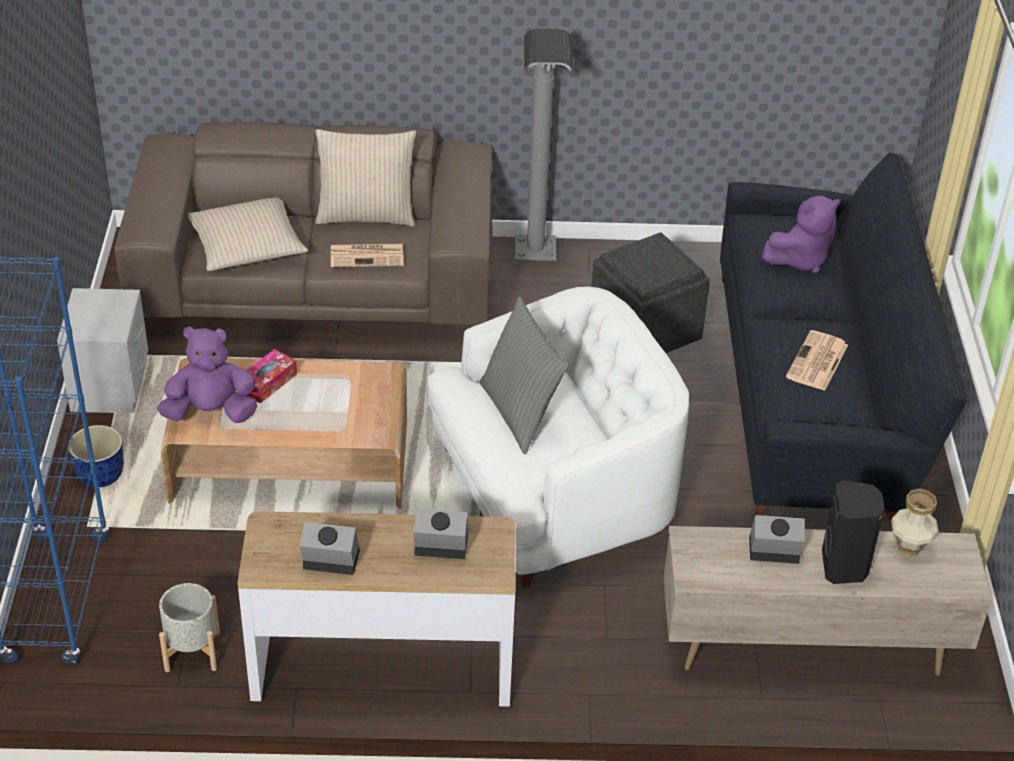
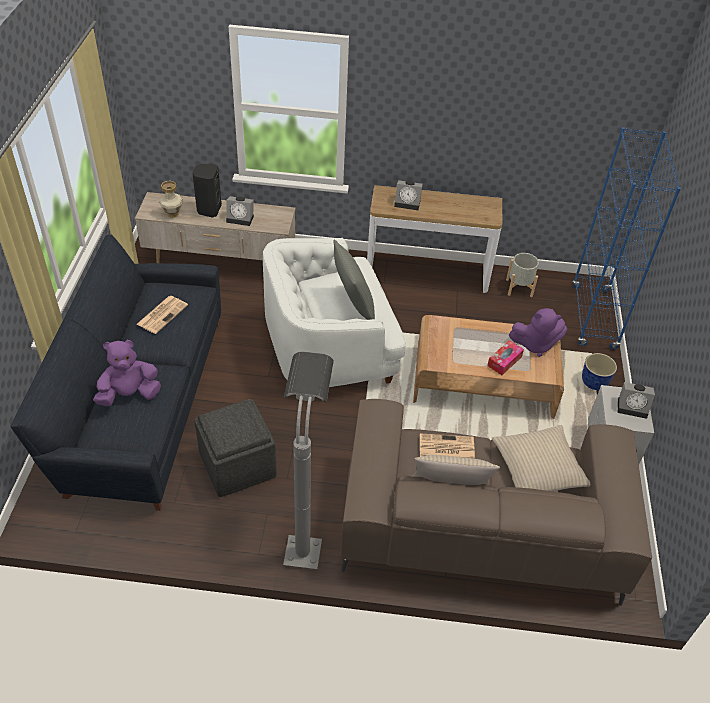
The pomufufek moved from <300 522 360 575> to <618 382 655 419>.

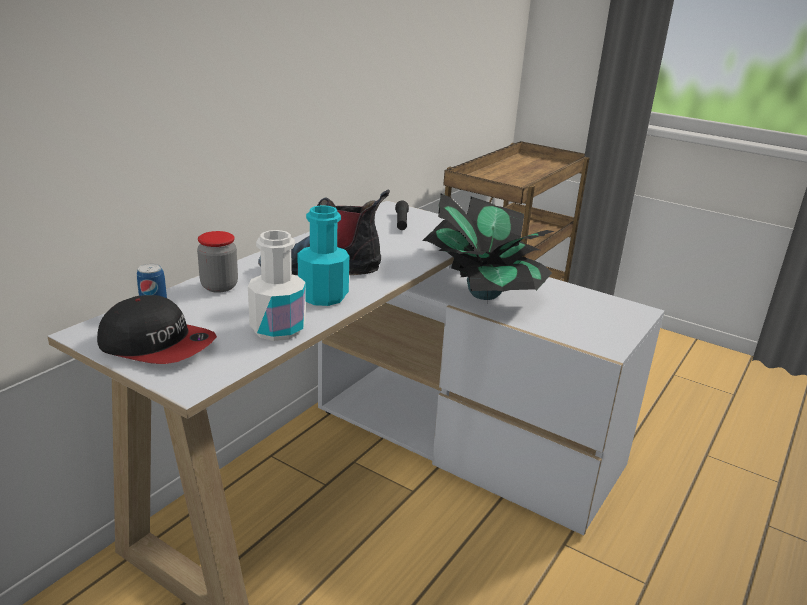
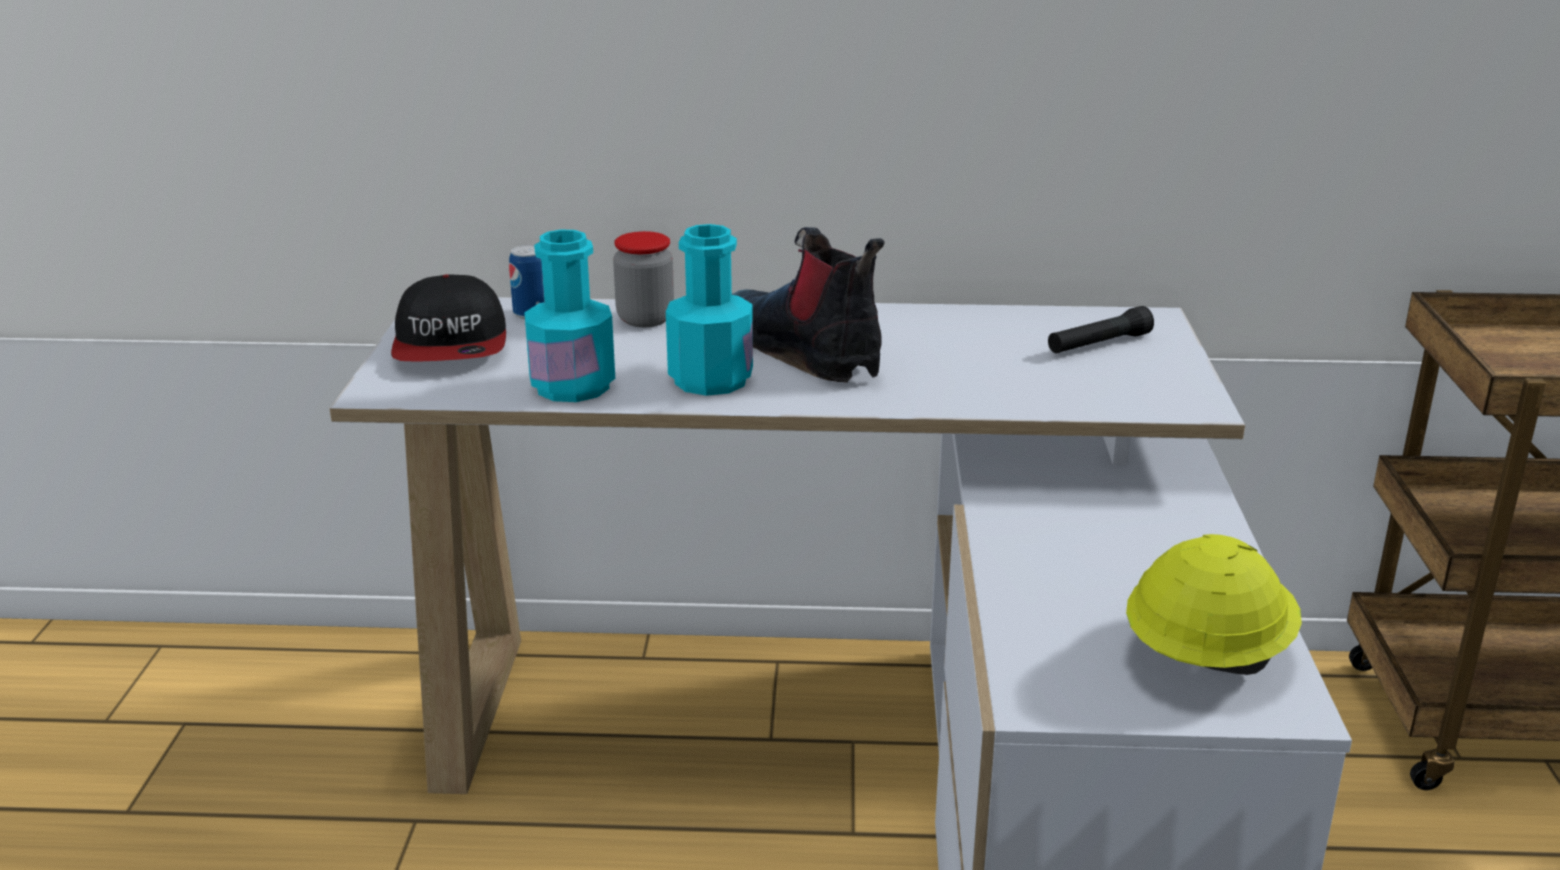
The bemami at <422 194 554 301> disappeared.
The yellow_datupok at <1126 534 1302 675> appeared.
The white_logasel at <248 230 306 341> became the turquoise_logasel at <524 229 615 402>.

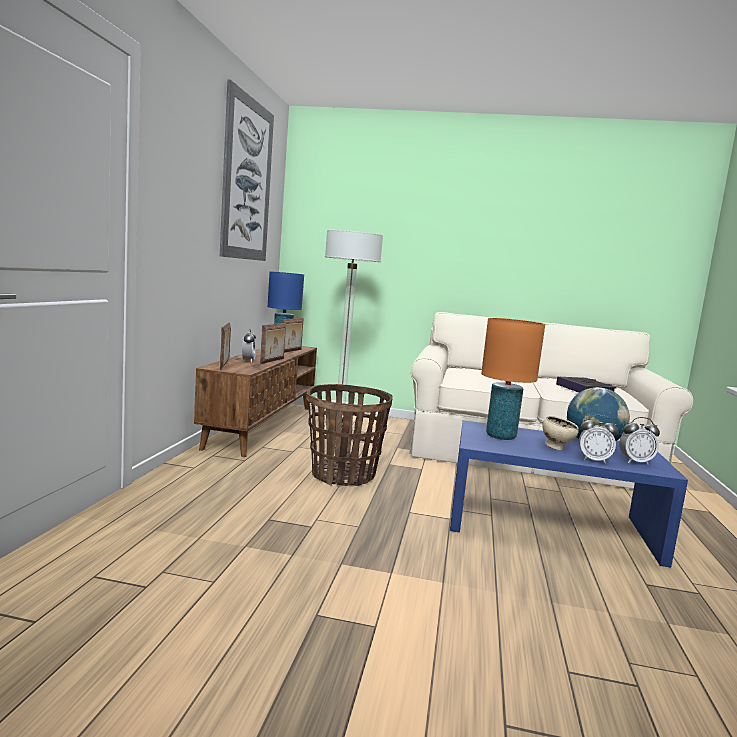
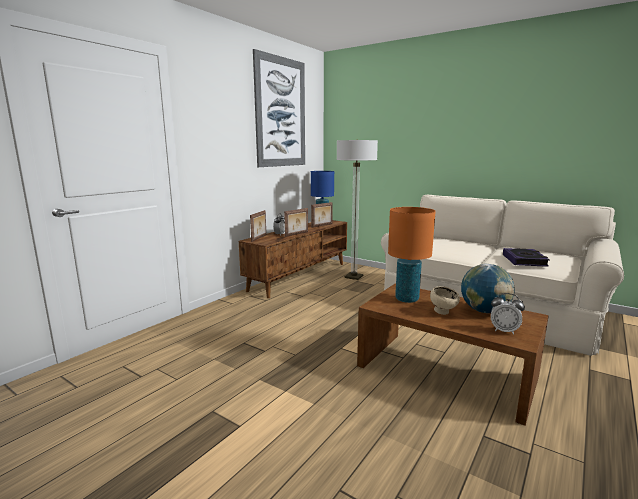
The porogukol at <306 384 393 486> disappeared.
The pomufufek at <579 415 618 464> disappeared.
The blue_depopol at <450 420 688 568> became the brown_depopol at <357 284 549 426>.

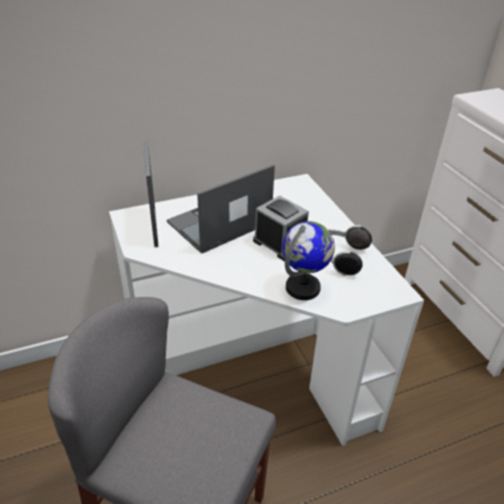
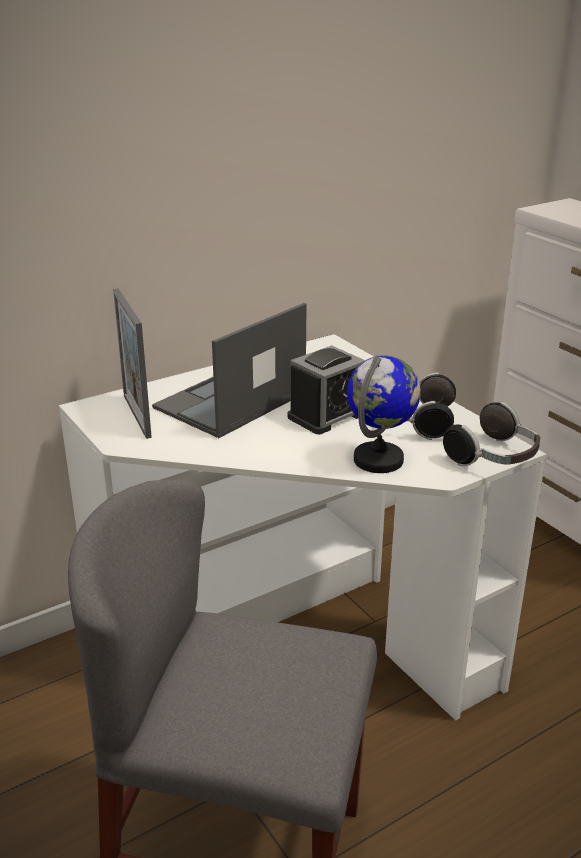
The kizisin at <443 402 540 466> appeared.
The pomufufek at <253 195 309 261> turned 105 degrees clockwise.

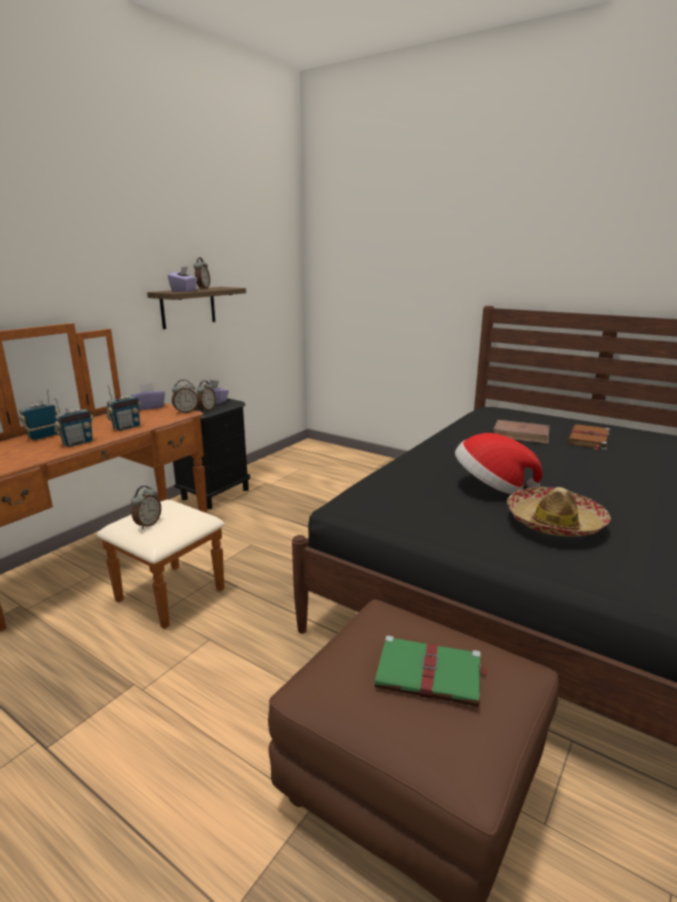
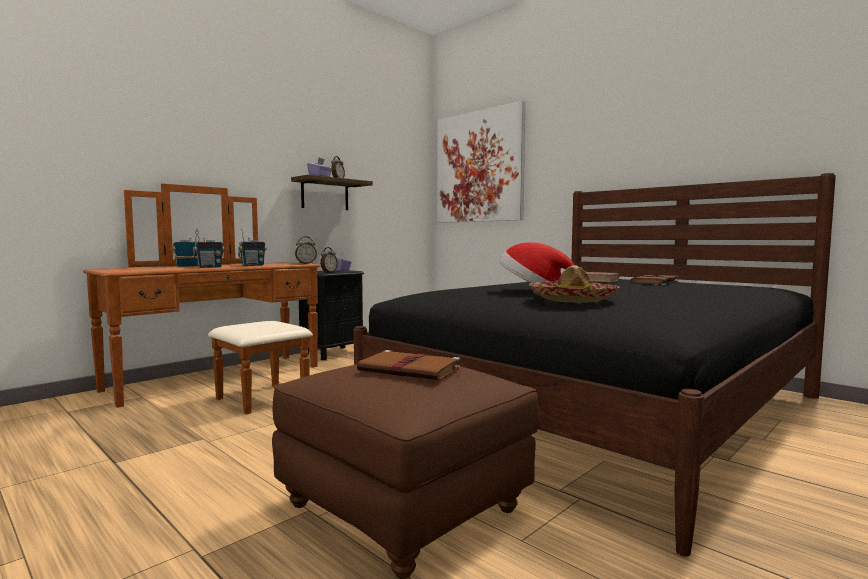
The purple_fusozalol at <131 383 165 410> disappeared.
The pomufufek at <131 486 161 529> disappeared.
The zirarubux at <437 101 525 223> appeared.
The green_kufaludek at <375 635 489 707> became the brown_kufaludek at <357 350 462 380>.

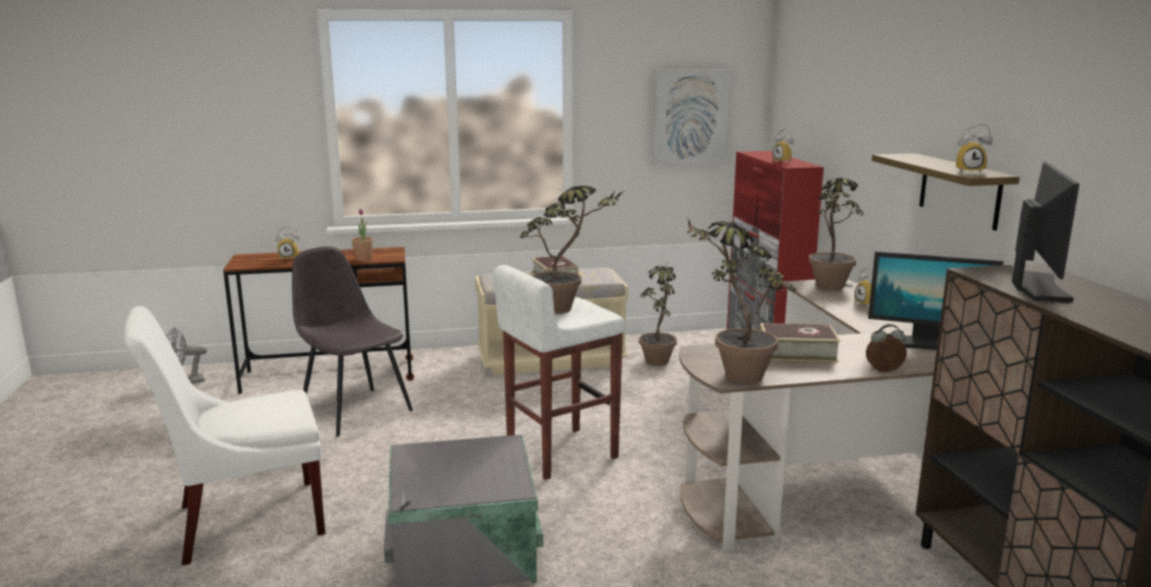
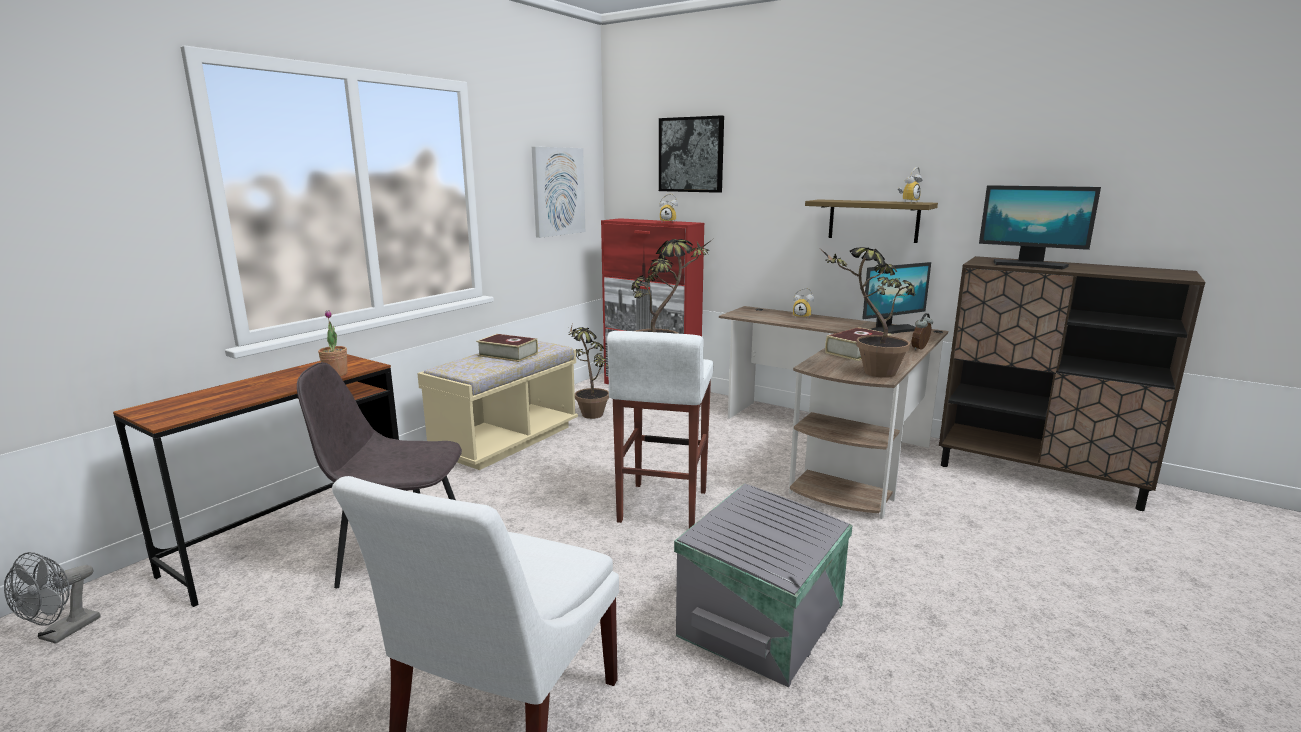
The pomufufek at <276 226 300 261> disappeared.
The bemami at <809 178 864 290> disappeared.
The zirarubux at <659 115 724 193> appeared.
The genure at <1012 162 1079 302> turned 150 degrees clockwise.

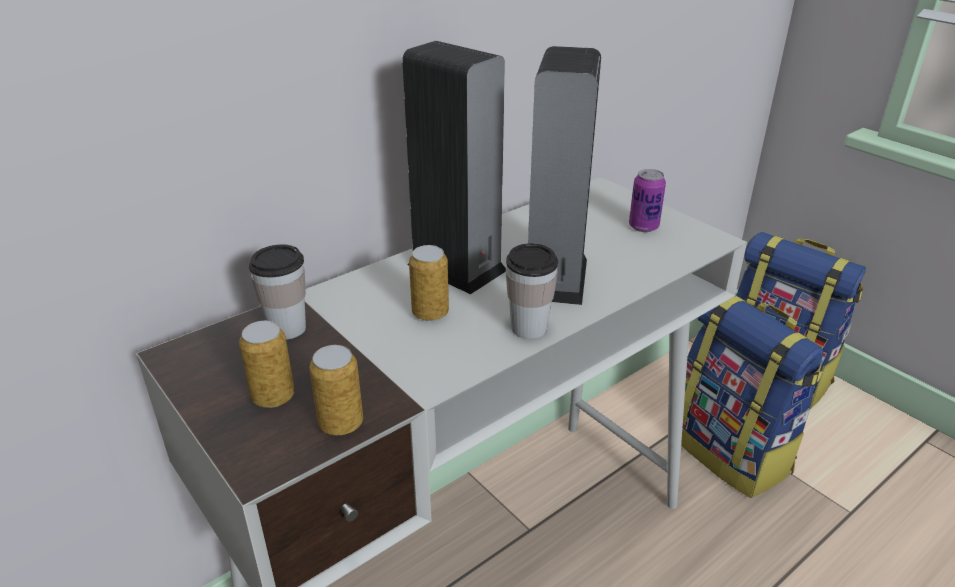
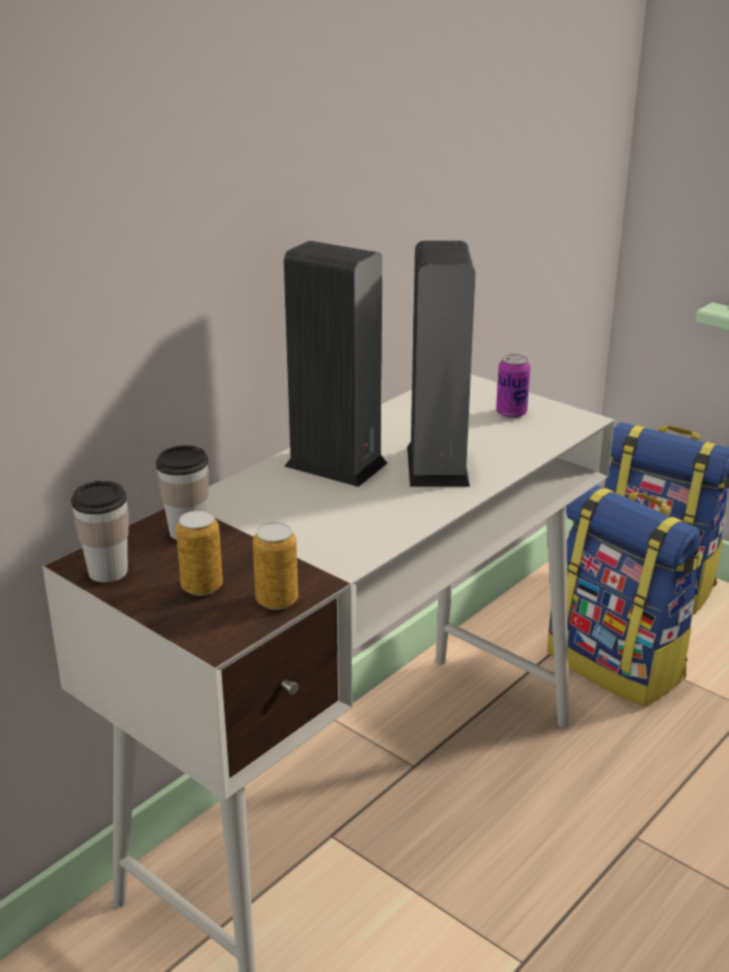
The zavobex at <409 245 449 321> disappeared.
The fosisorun moved from <506 243 558 339> to <71 481 129 582>.

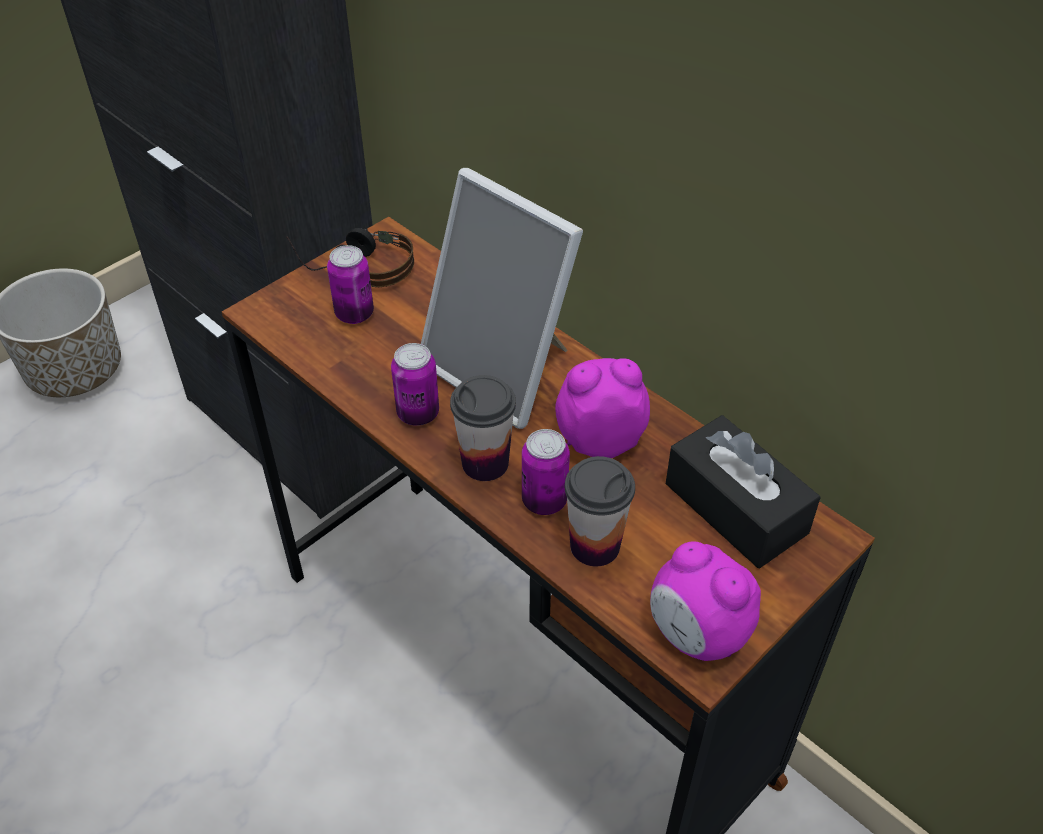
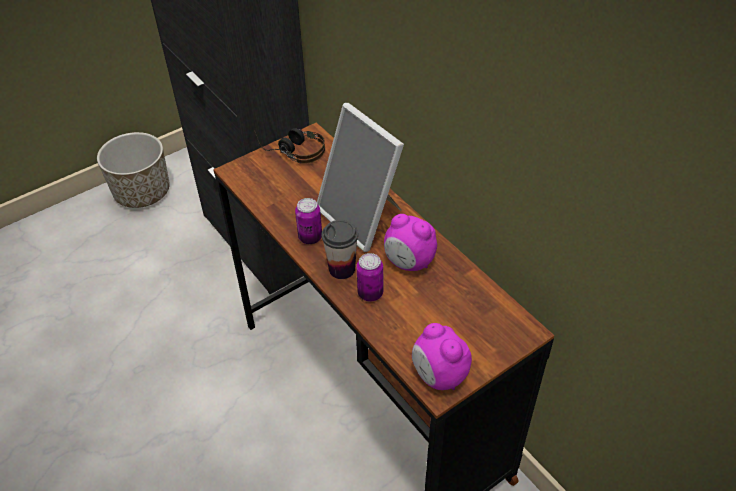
The zavobex at <327 245 374 324> disappeared.
The fosisorun at <565 456 635 567> disappeared.
The black_fusozalol at <666 415 820 568> disappeared.
The pomufufek at <555 358 650 458> turned 150 degrees counterclockwise.

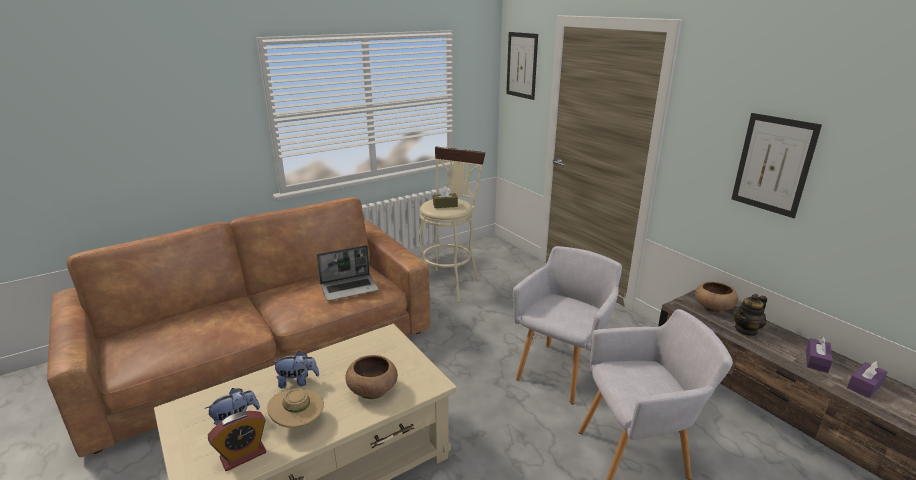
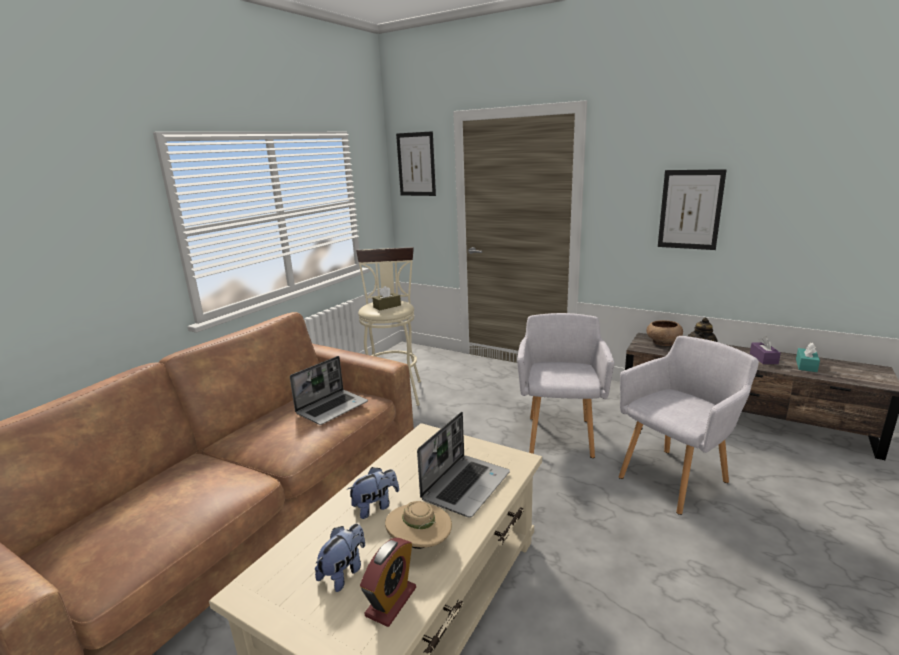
The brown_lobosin at <345 355 398 399> was replaced by the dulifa at <417 412 510 518>.
The purple_fusozalol at <847 361 887 398> became the turquoise_fusozalol at <796 343 820 372>.

